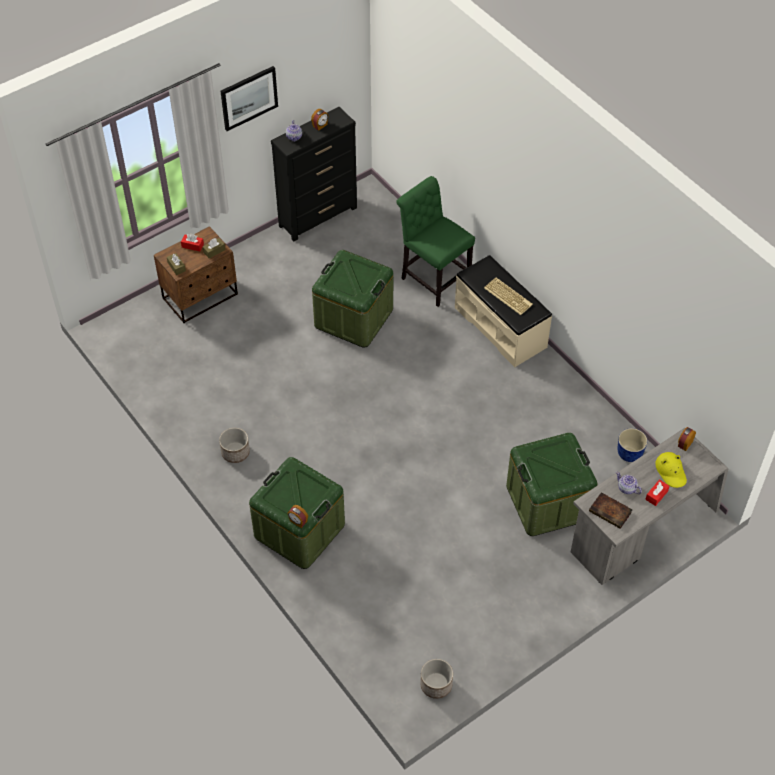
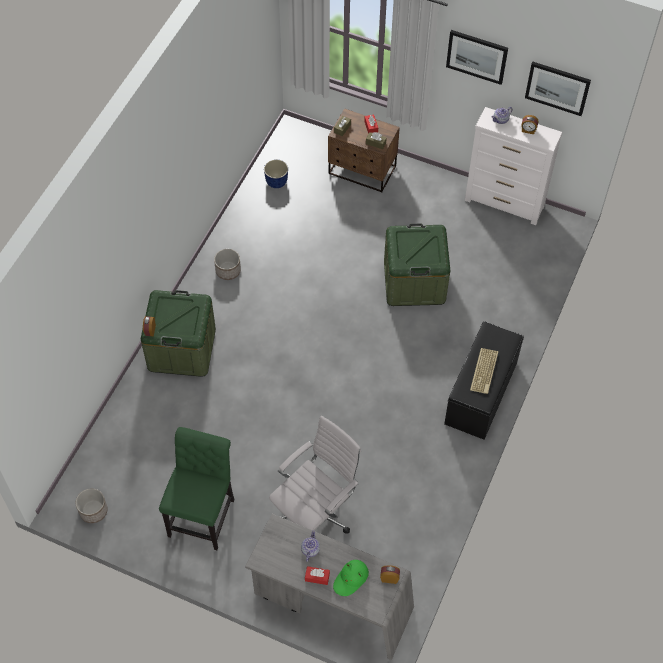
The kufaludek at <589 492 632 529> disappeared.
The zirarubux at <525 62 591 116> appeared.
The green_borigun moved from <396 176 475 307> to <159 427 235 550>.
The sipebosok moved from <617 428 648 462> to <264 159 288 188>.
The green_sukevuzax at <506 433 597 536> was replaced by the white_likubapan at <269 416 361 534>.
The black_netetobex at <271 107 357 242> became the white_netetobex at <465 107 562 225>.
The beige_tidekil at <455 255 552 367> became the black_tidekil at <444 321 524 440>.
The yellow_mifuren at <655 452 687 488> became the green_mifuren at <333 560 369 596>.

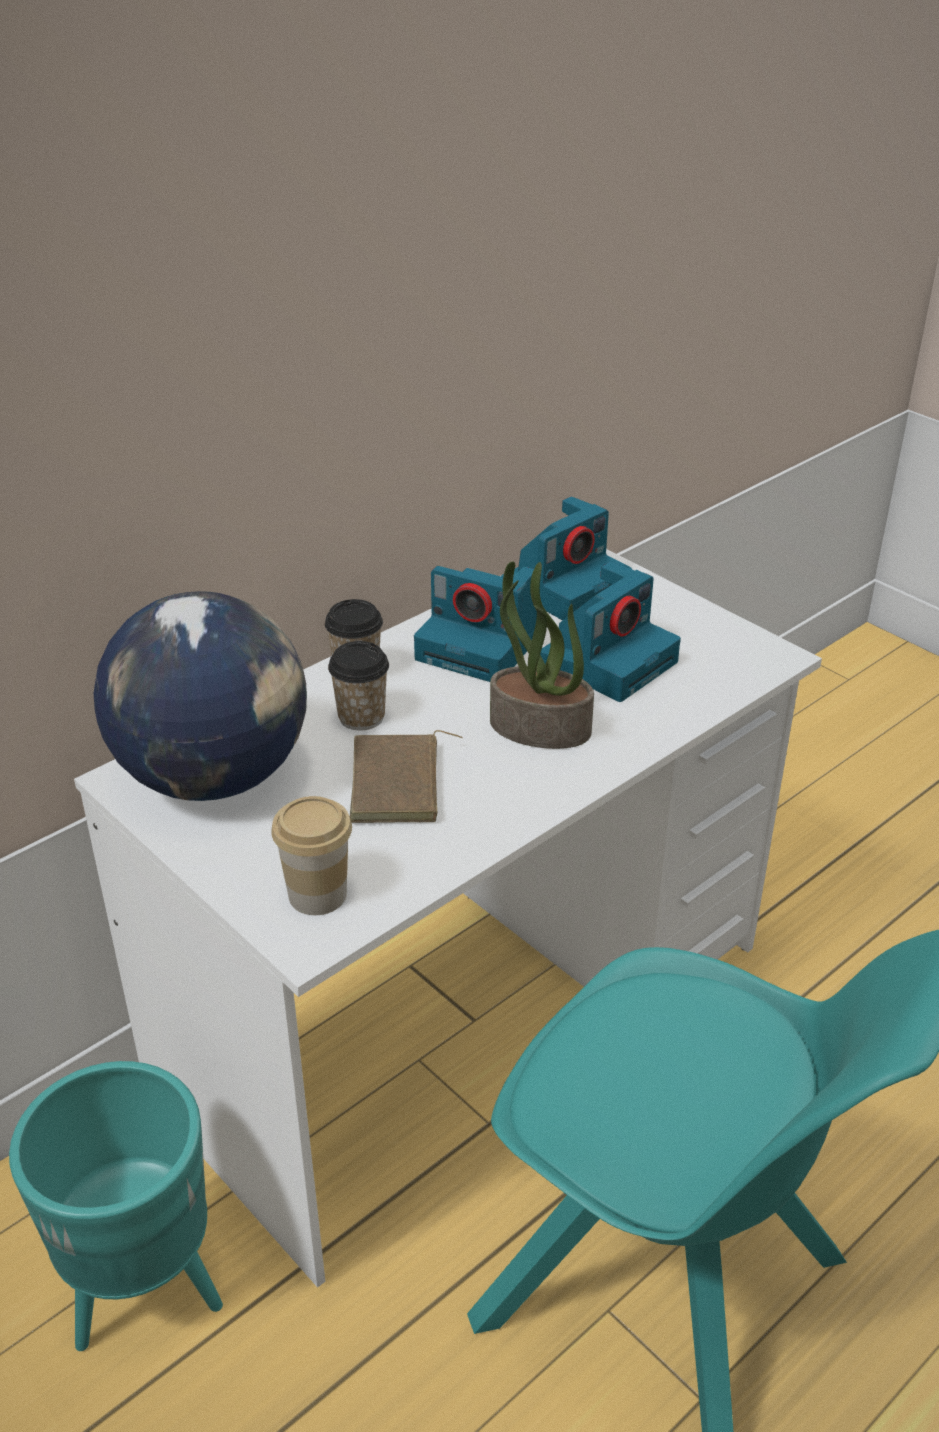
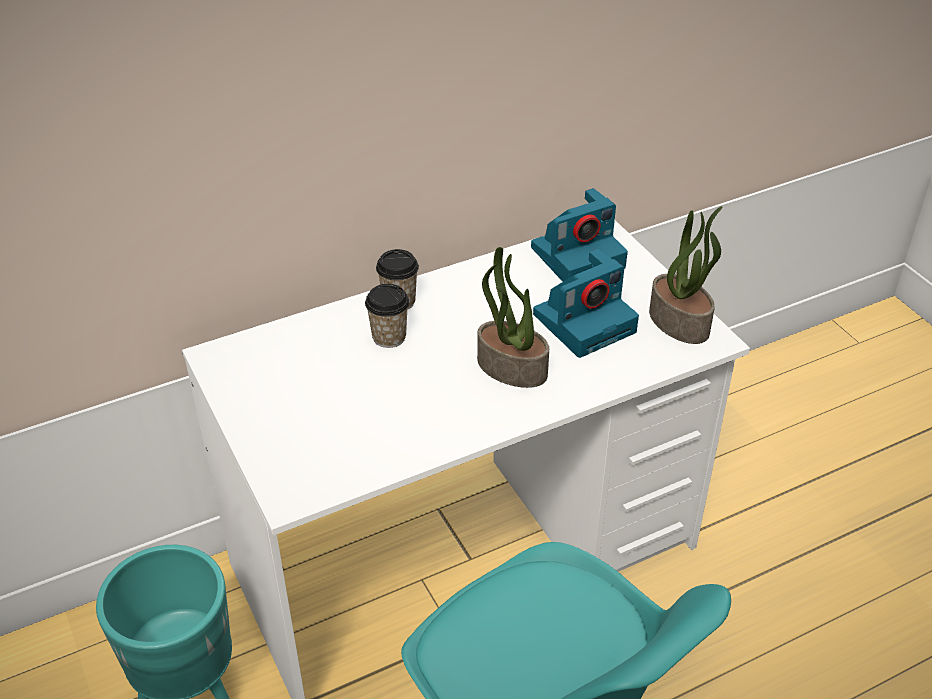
The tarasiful at <93 591 307 801> disappeared.
The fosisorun at <271 796 352 915> disappeared.
The brown_kufaludek at <350 730 463 823> disappeared.
The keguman at <414 566 537 682> disappeared.
The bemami at <649 206 722 344> appeared.

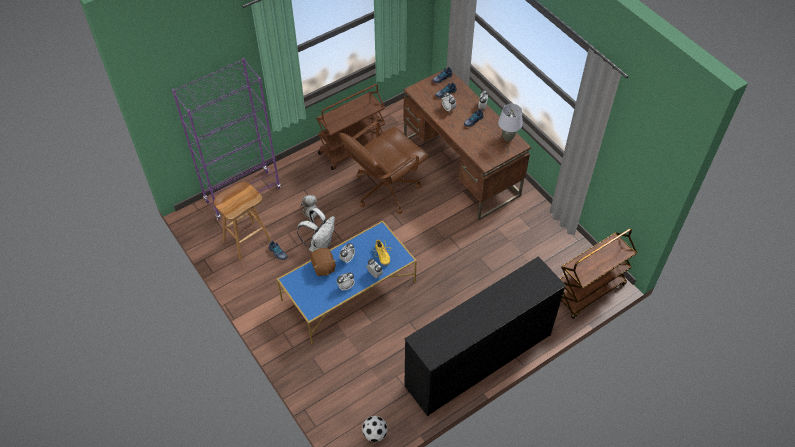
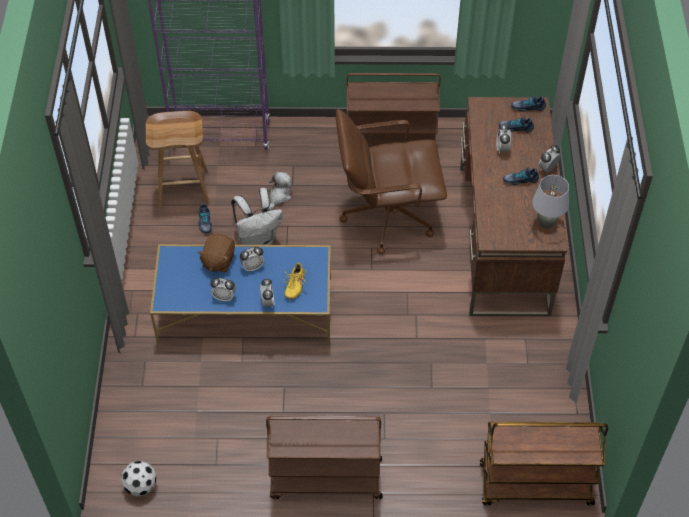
The black_netetobex at <404 256 566 416> was replaced by the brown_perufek at <266 415 383 499>.

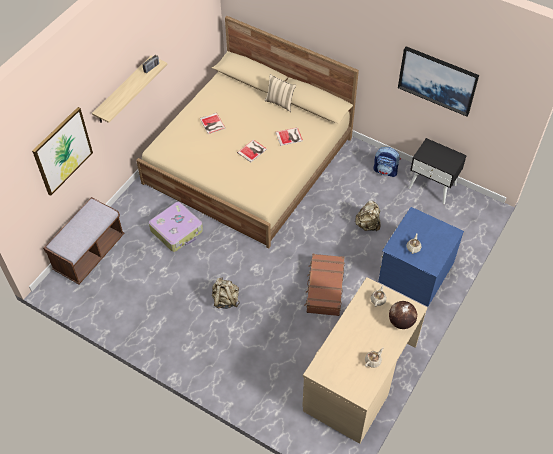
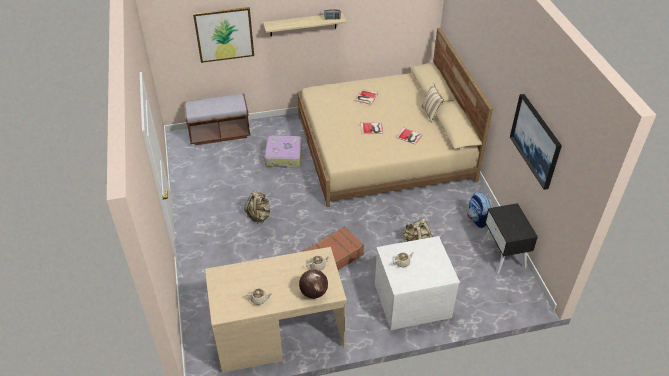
The blue_netetobex at <378 207 464 306> became the white_netetobex at <375 236 460 330>.

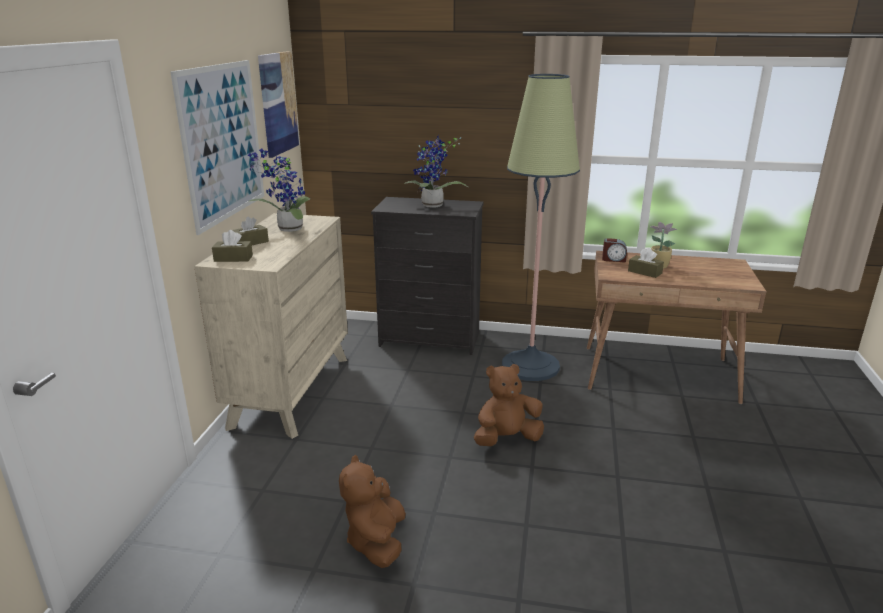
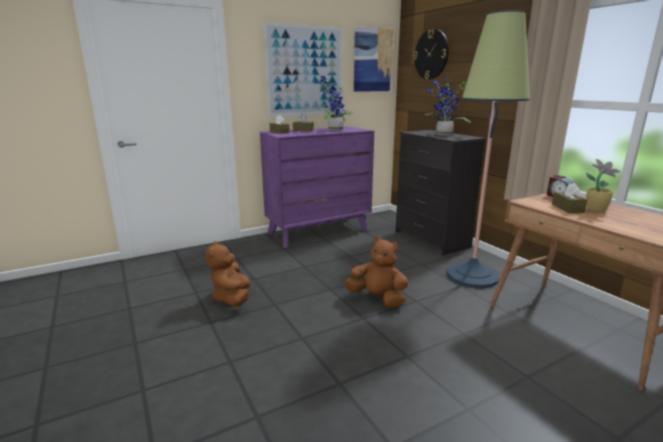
The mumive at <413 29 449 80> appeared.
The beige_netetobex at <194 213 348 439> became the purple_netetobex at <260 126 374 248>.
The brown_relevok at <339 455 406 568> turned 60 degrees counterclockwise.

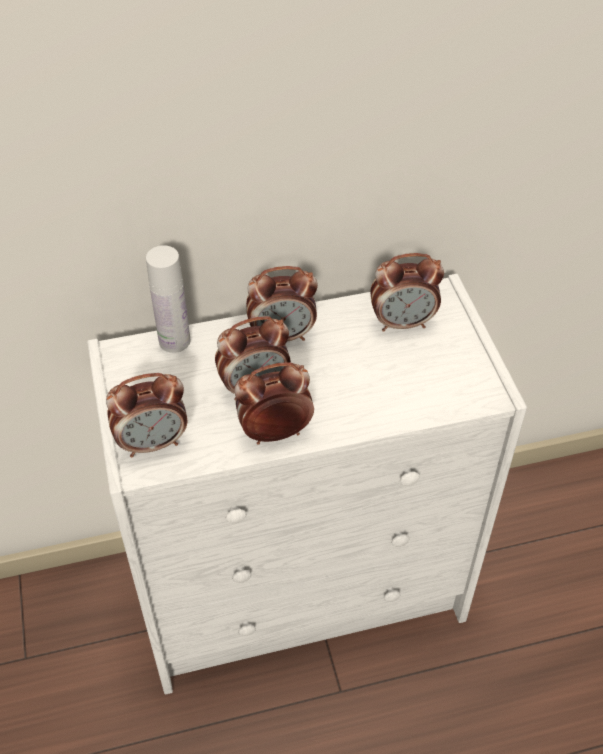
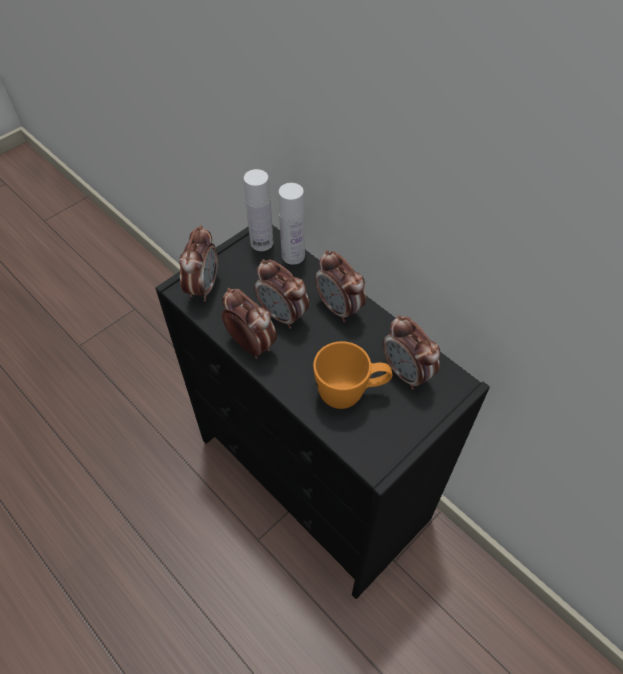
The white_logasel at <244 169 273 251> appeared.
The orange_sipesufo at <313 341 392 409> appeared.
The white_netetobex at <87 274 527 695> became the black_netetobex at <155 225 490 599>.
The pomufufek at <106 373 188 457> turned 120 degrees counterclockwise.

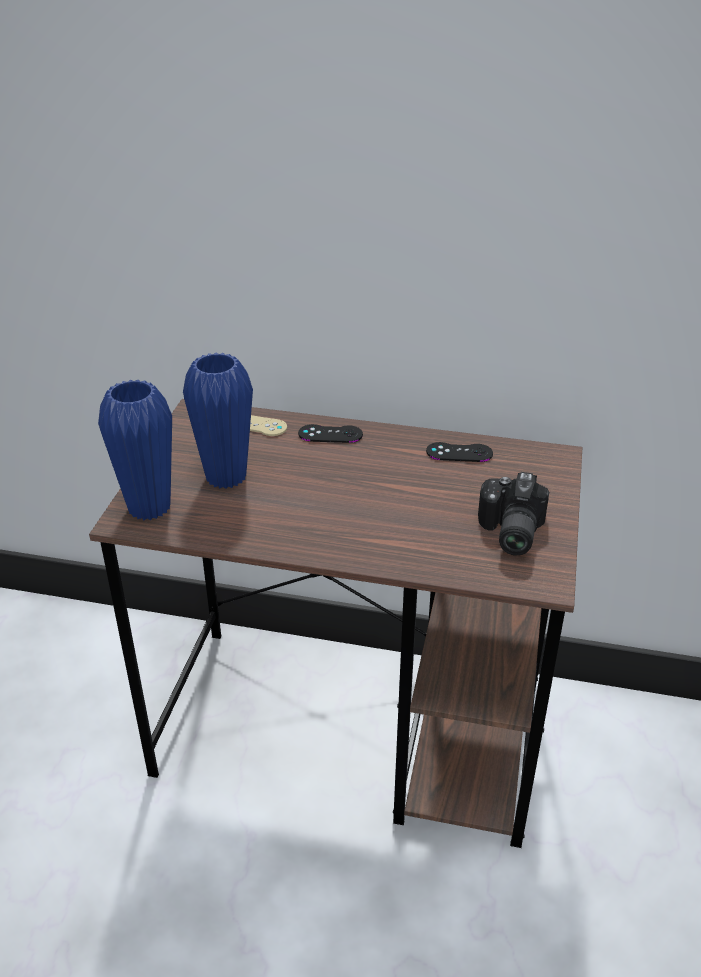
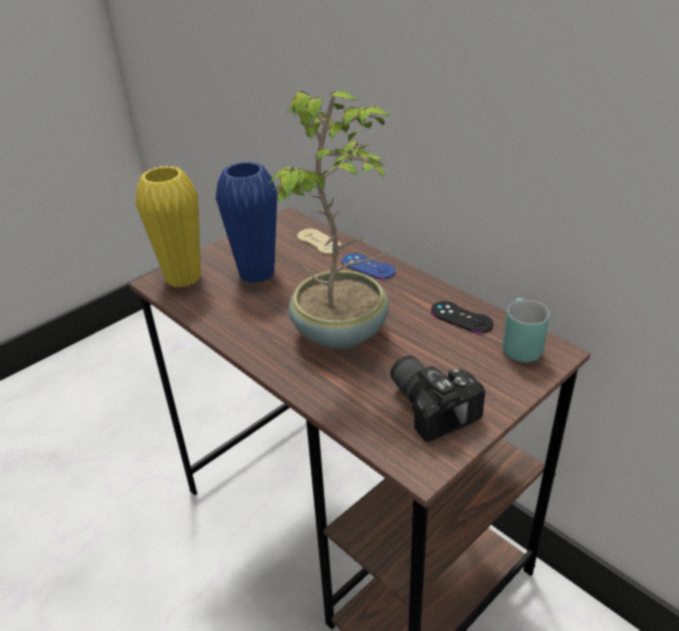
The bemami at <267 90 394 349> appeared.
The turquoise_sipesufo at <503 298 550 363> appeared.
The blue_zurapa at <98 380 172 520> became the yellow_zurapa at <136 166 201 288>.
The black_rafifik at <298 424 363 443> became the blue_rafifik at <342 253 395 279>.
The keguman at <478 472 549 556> turned 105 degrees clockwise.

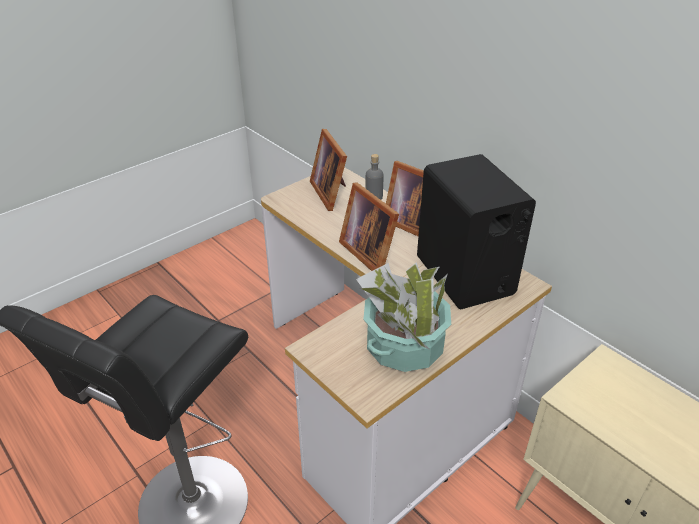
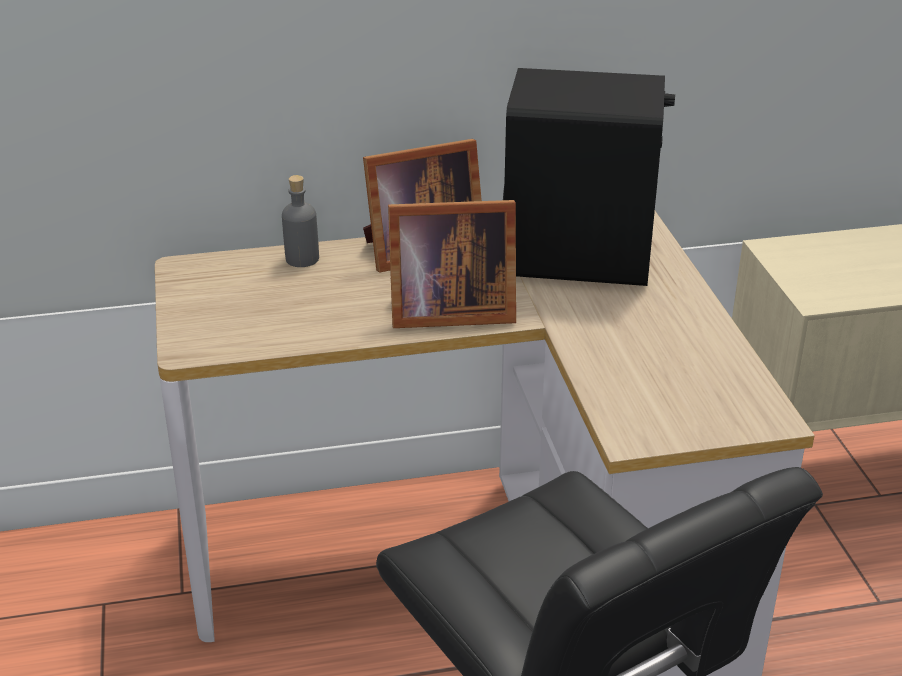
The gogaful at <310 129 347 211> disappeared.
The bemami at <356 262 451 372> disappeared.

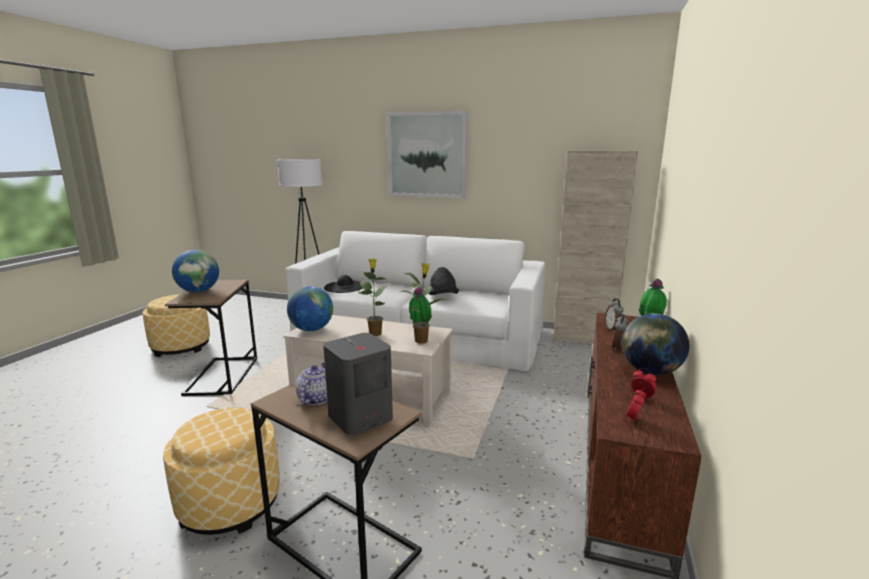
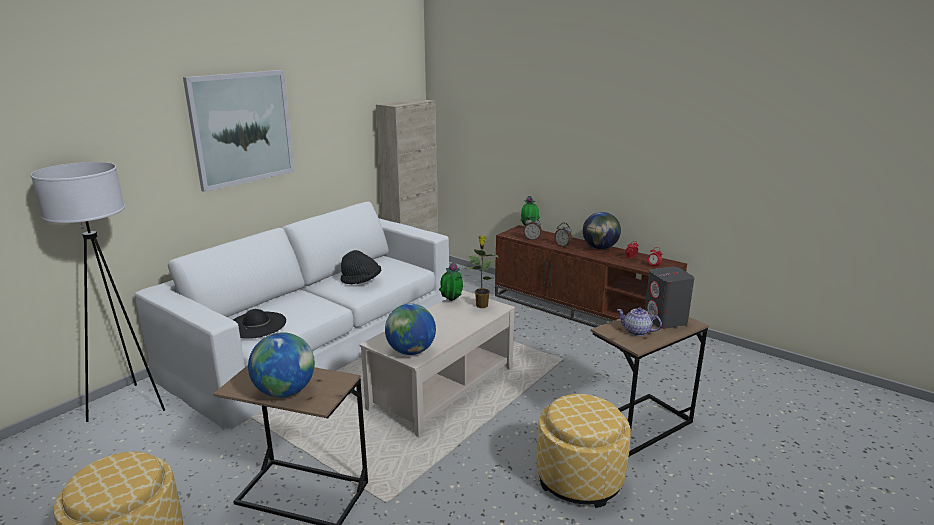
The bemami at <358 258 389 336> disappeared.

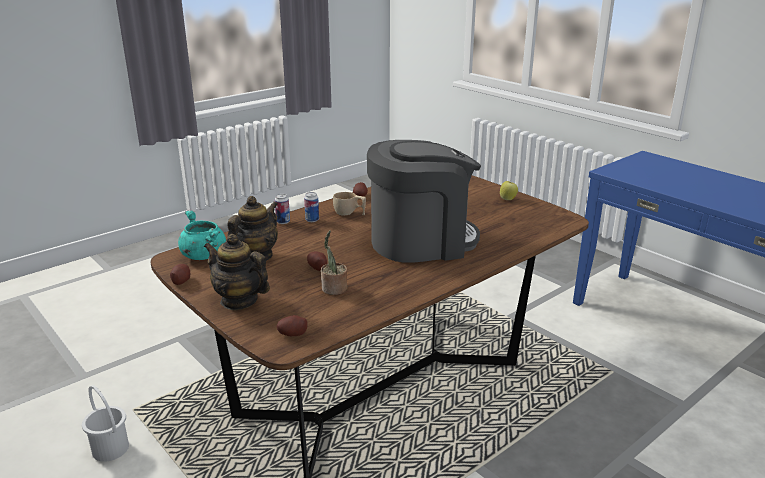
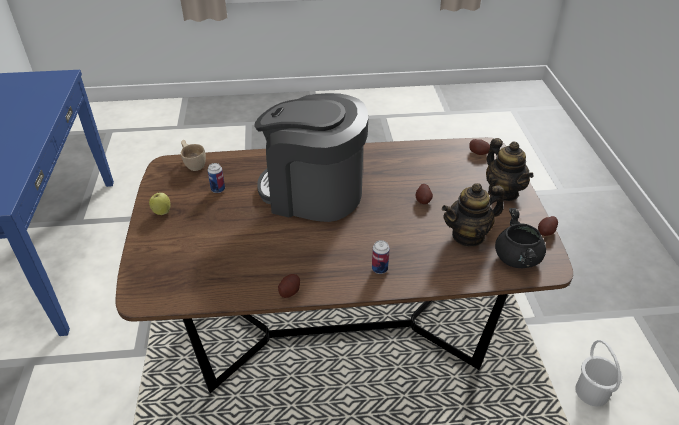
The bemami at <321 230 347 295> disappeared.
The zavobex moved from <275 194 290 224> to <207 163 225 193>.
The beige_fosisorun moved from <333 192 366 215> to <181 140 206 171>.
The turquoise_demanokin at <178 210 226 260> became the black_demanokin at <495 208 546 268>.

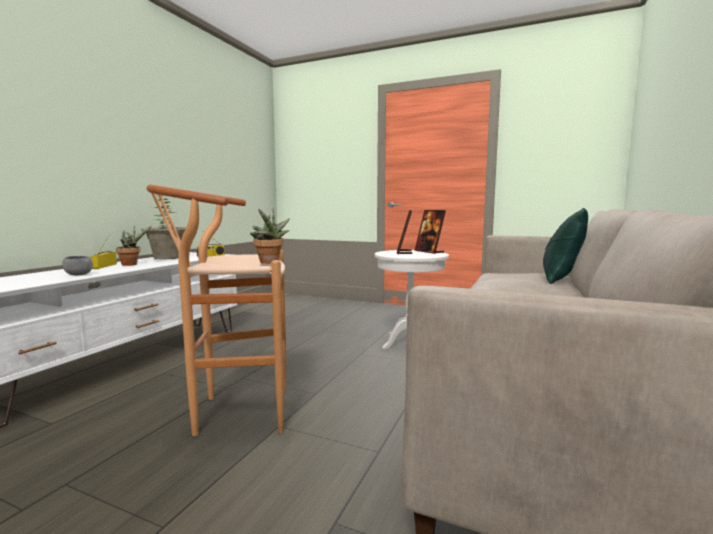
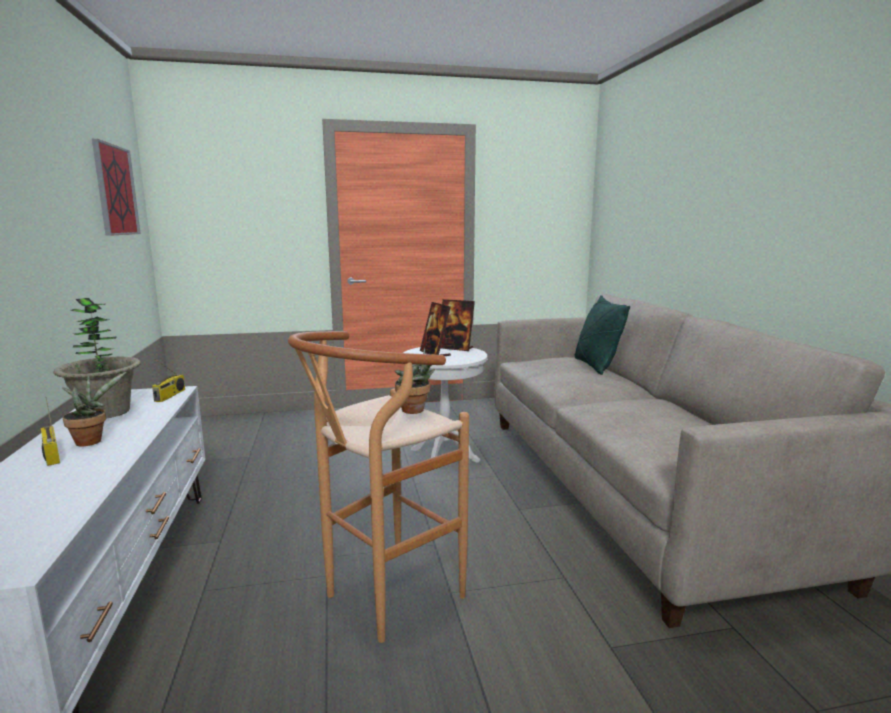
The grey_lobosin at <62 256 93 275> disappeared.
The zirarubux at <92 139 141 236> appeared.

